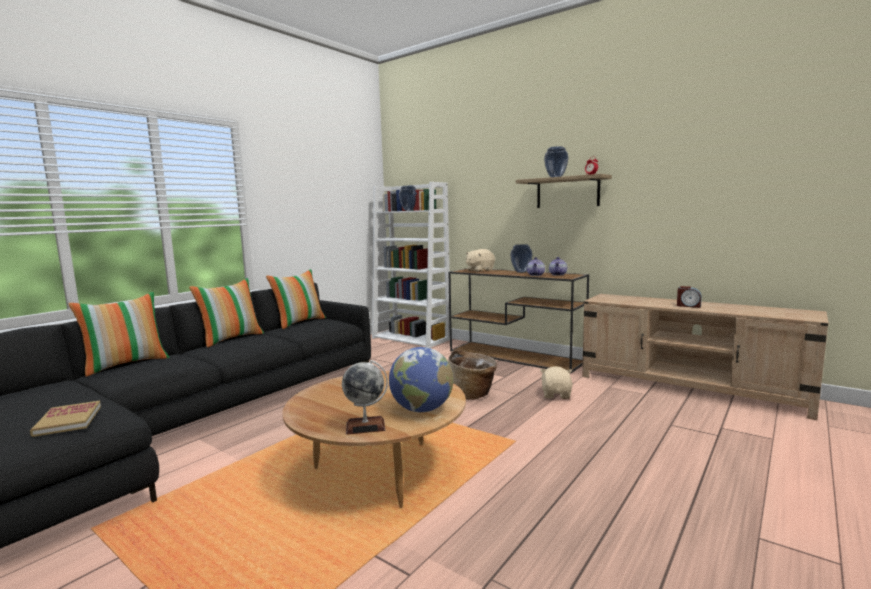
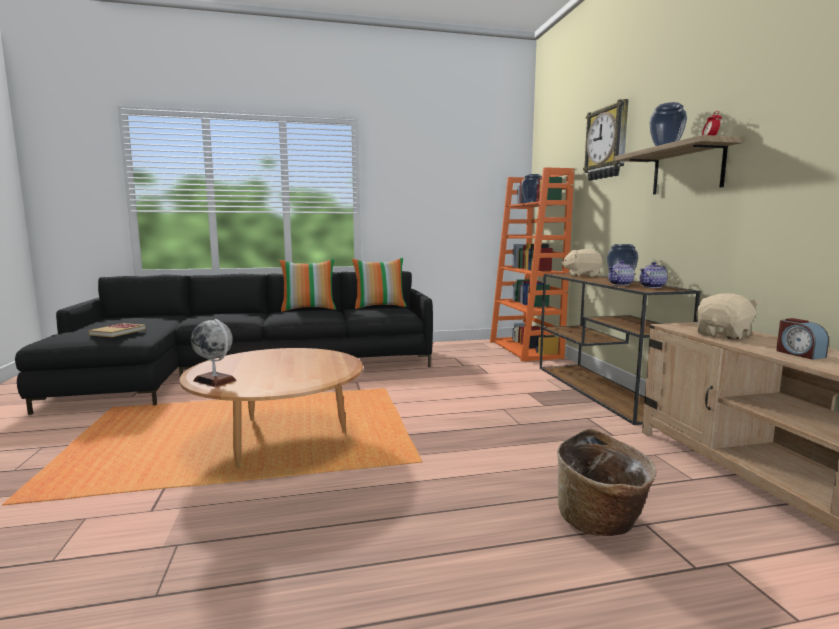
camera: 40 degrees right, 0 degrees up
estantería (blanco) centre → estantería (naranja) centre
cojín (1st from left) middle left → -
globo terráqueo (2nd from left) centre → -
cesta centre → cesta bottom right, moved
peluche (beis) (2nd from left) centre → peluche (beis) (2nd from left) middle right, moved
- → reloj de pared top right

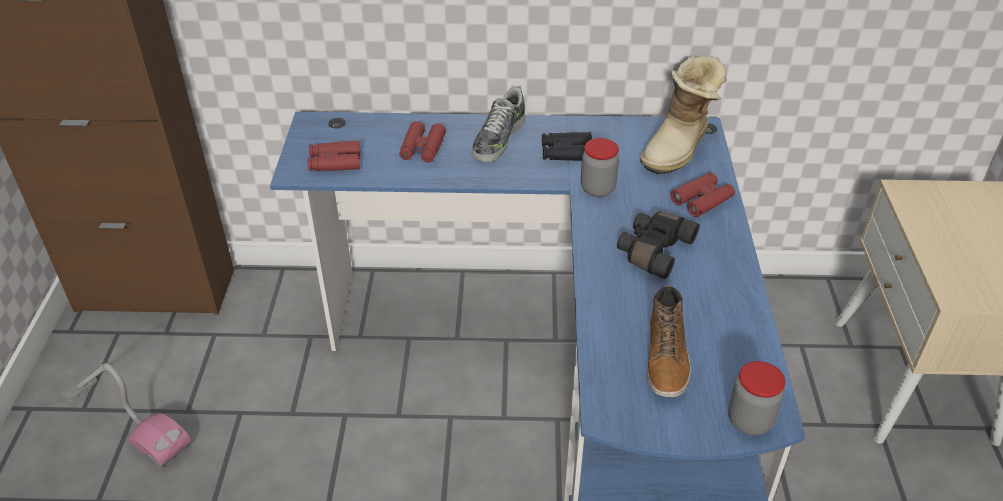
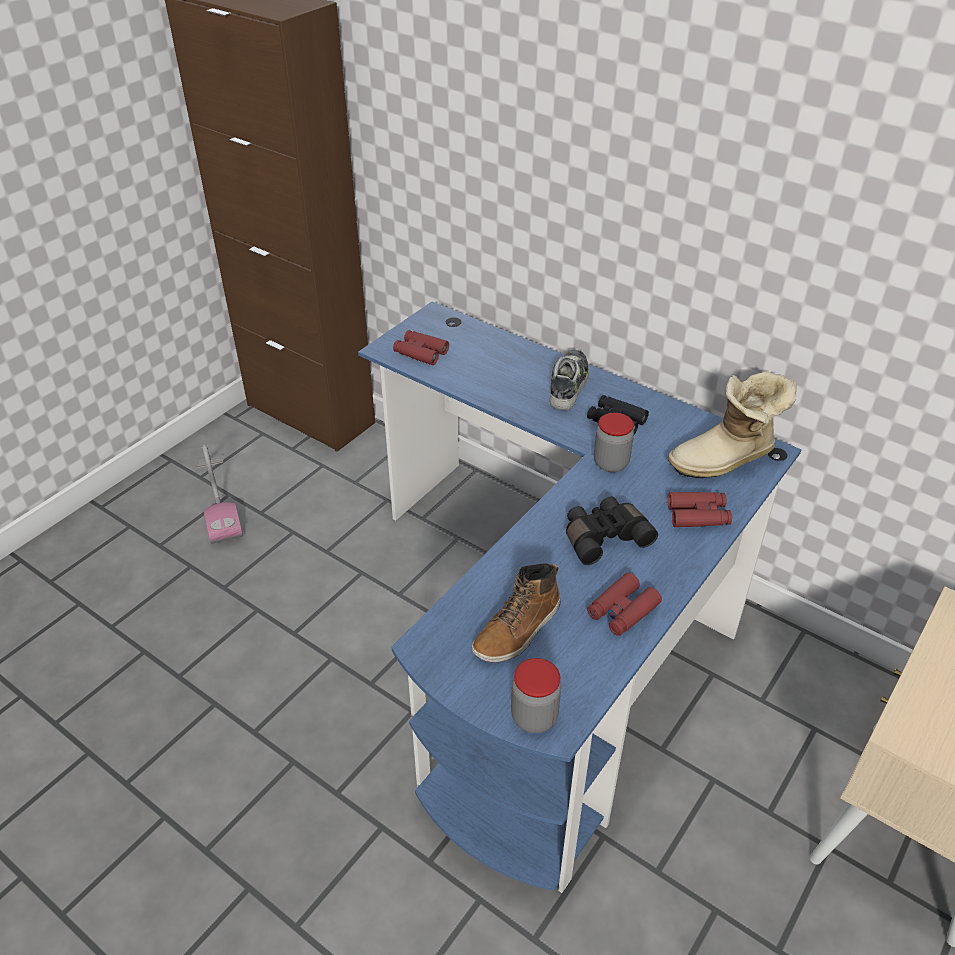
camera: 35 degrees right, 0 degrees up
zapato top centre → zapato centre, 135 degrees clockwise
prismáticos (rojo) (2nd from left) top centre → prismáticos (rojo) (2nd from left) centre, moved

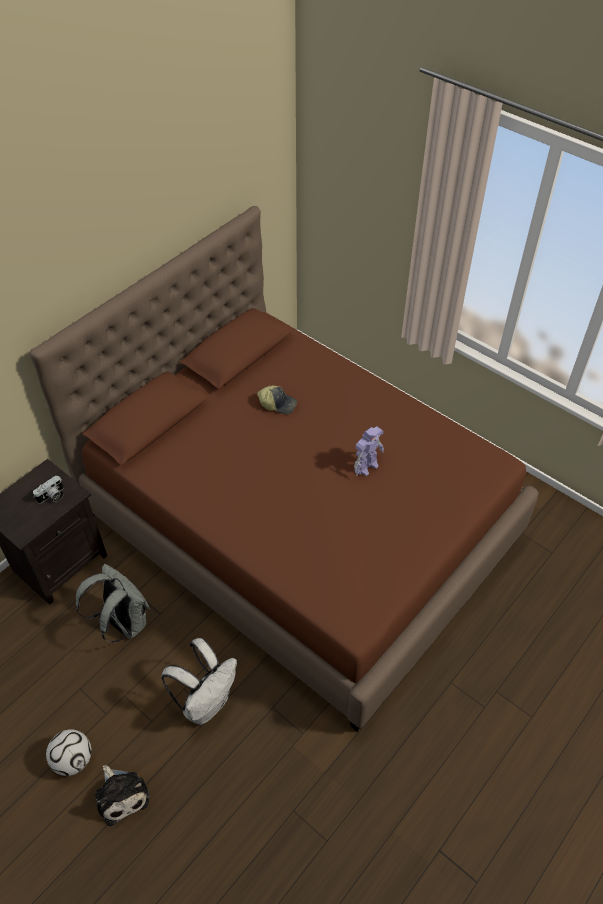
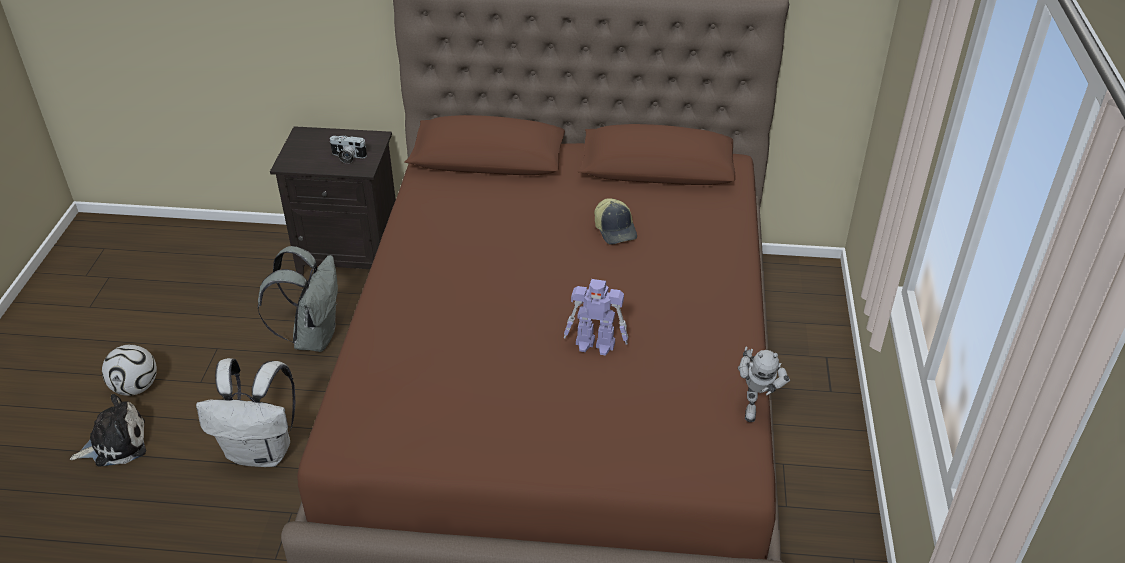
camera: 55 degrees right, 10 degrees down
peluche bottom left, 135 degrees counterclockwise
- → robot de juguete (2nd from left) bottom right

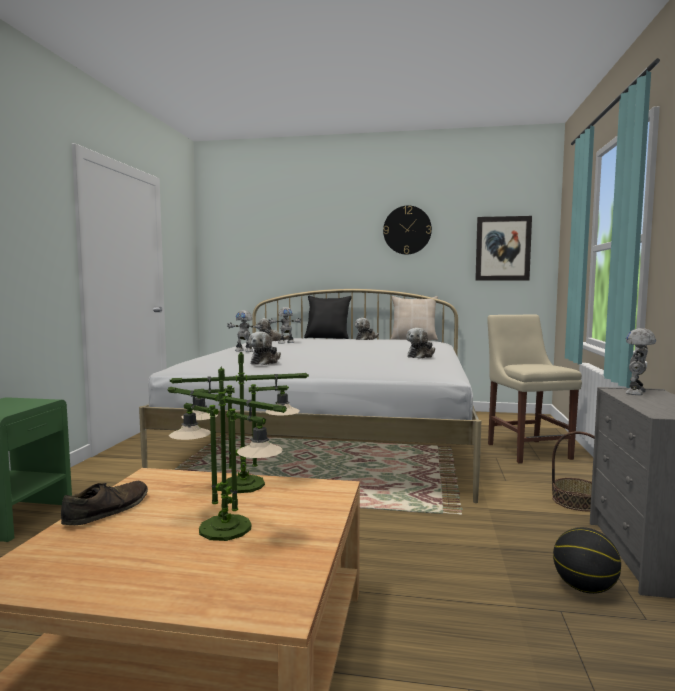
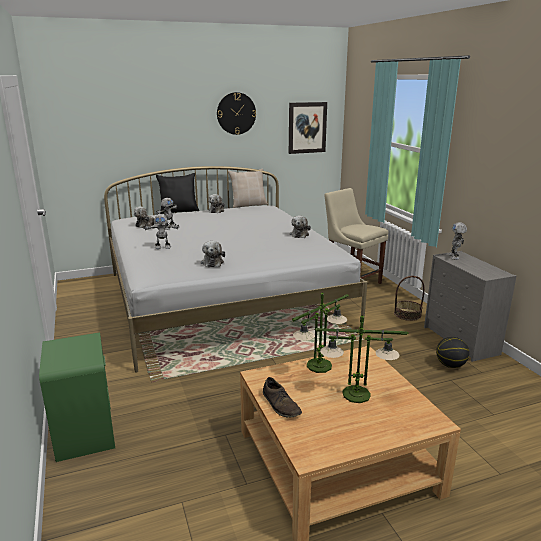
camera: 30 degrees left, 15 degrees up
zapato (marrón) bottom left → zapato (marrón) bottom centre, 150 degrees clockwise

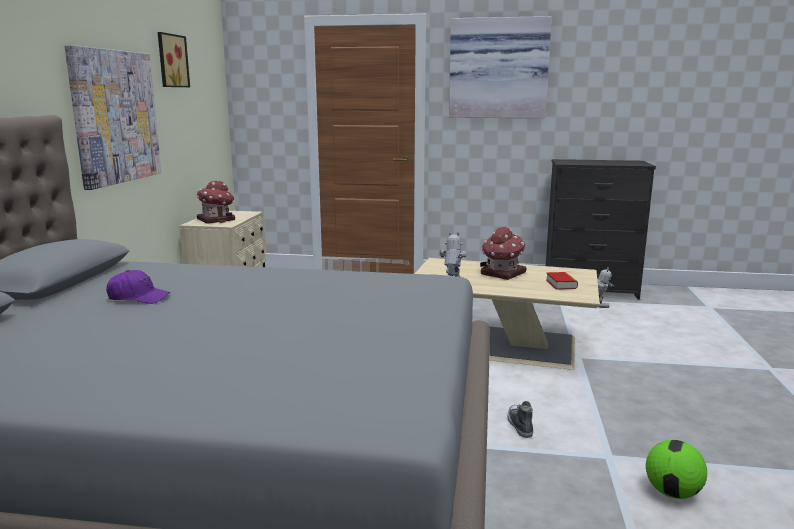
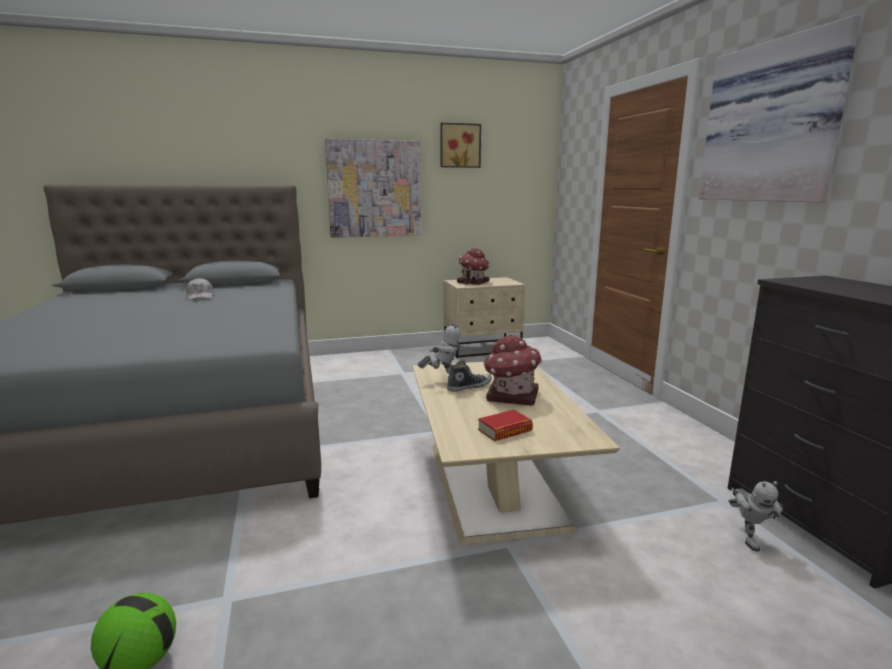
camera: 65 degrees right, 0 degrees up
gorra (morado) middle left → gorra (blanco) middle left
zapato bottom centre → zapato centre, moved

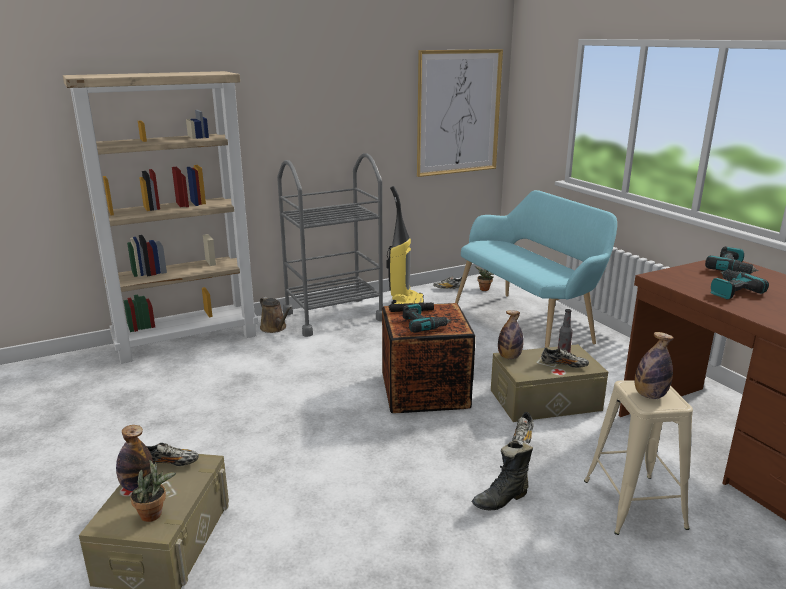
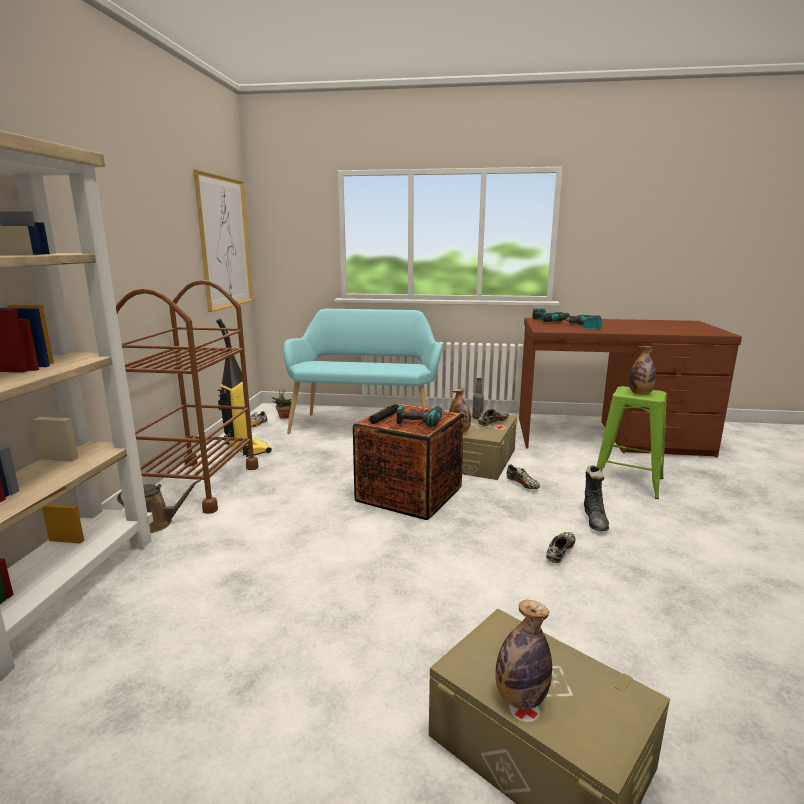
camera: 55 degrees left, 5 degrees down
carrito (gris) centre → carrito (marrón) middle left
taburete (beis) bottom right → taburete (verde) middle right
zapato (1st from left in the first image) bottom left → zapato (4th from left) bottom right, moved
planta en maceta (1st from left) bottom left → -

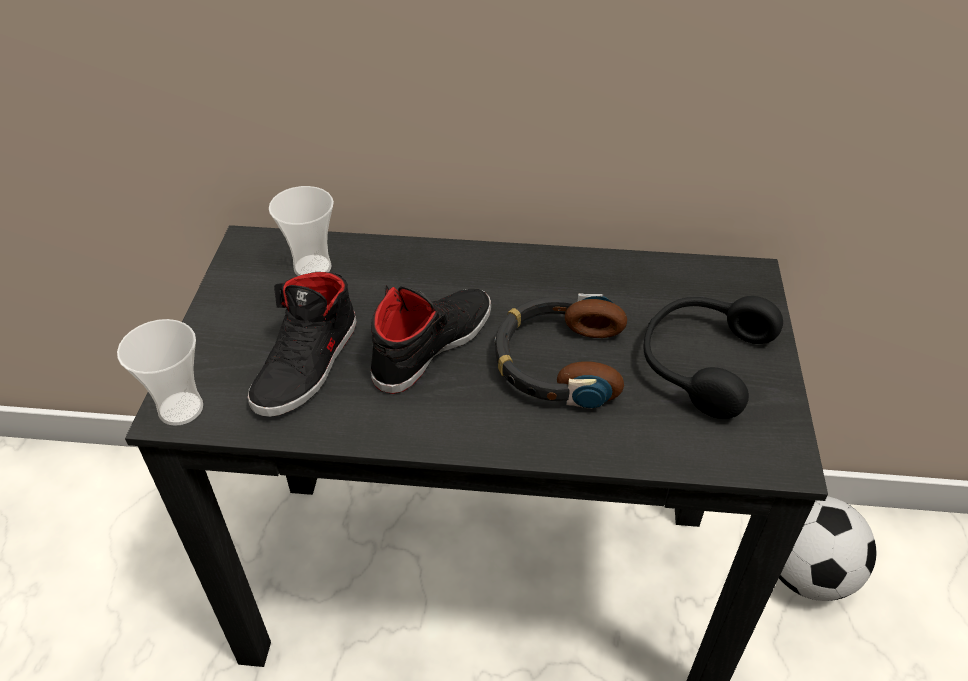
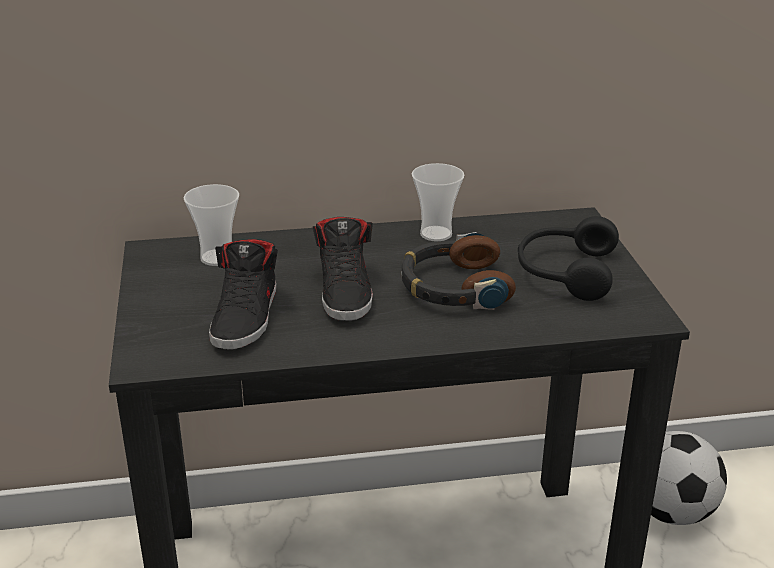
camera: 15 degrees left, 15 degrees down
zapato (negro) (2nd from left) centre, 150 degrees clockwise
taza (1st from left in the first image) middle left → taza (2nd from left) centre, moved

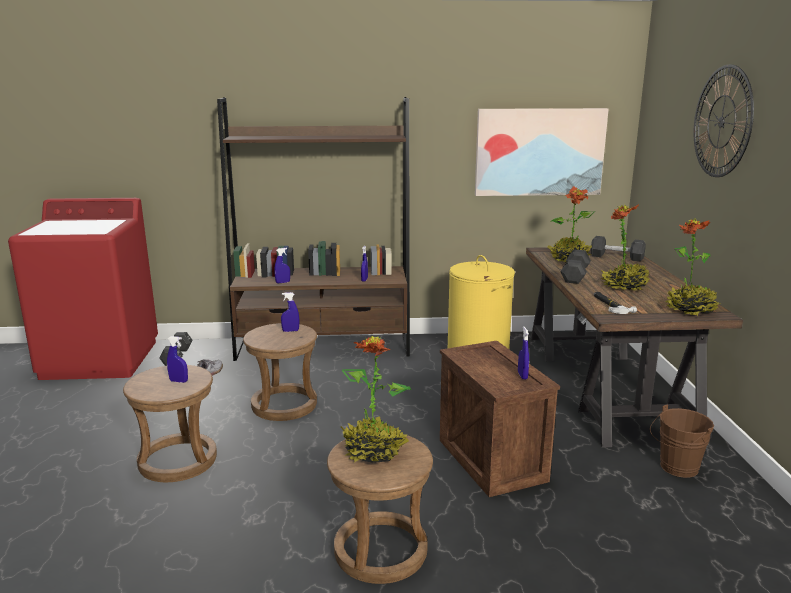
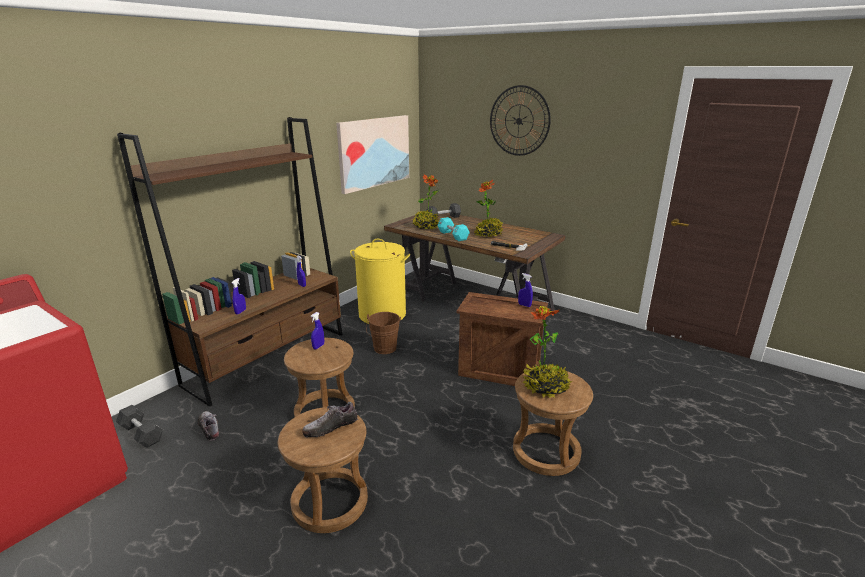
camera: 50 degrees left, 5 degrees up
planta en maceta (4th from left) middle right → -
mancuerna (negro) (2nd from left) middle right → mancuerna (turquesa) centre
pulverizador (azul) (1st from left) middle left → zapato (2nd from left) bottom centre
cubo (marrón) bottom right → cubo (marrón) centre, moved

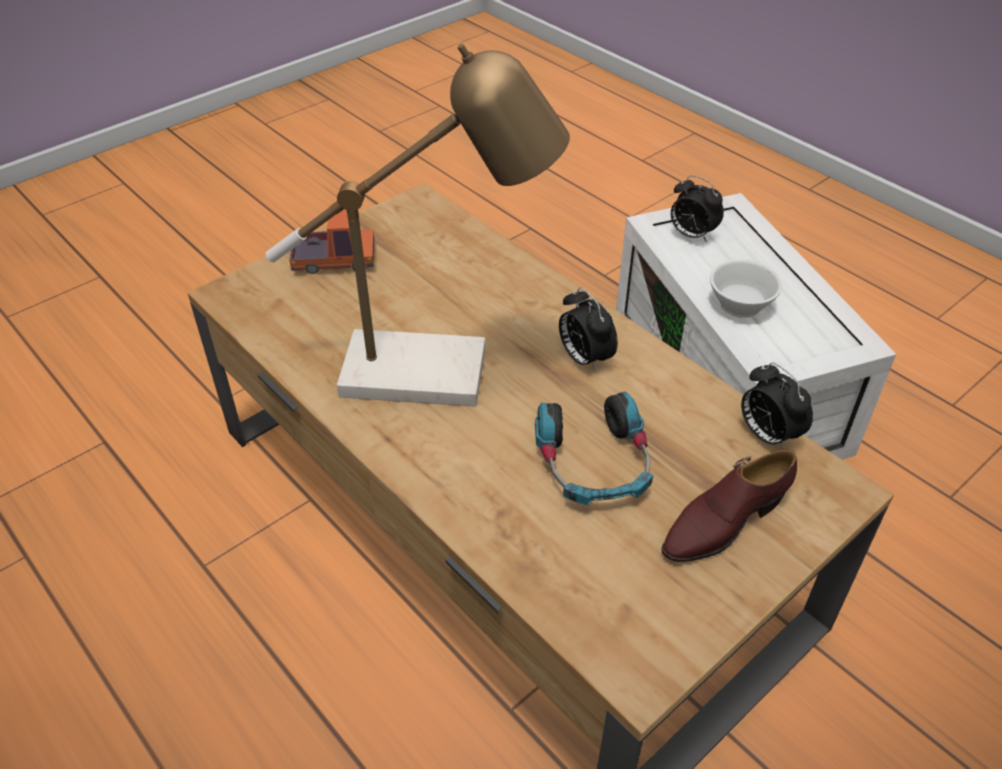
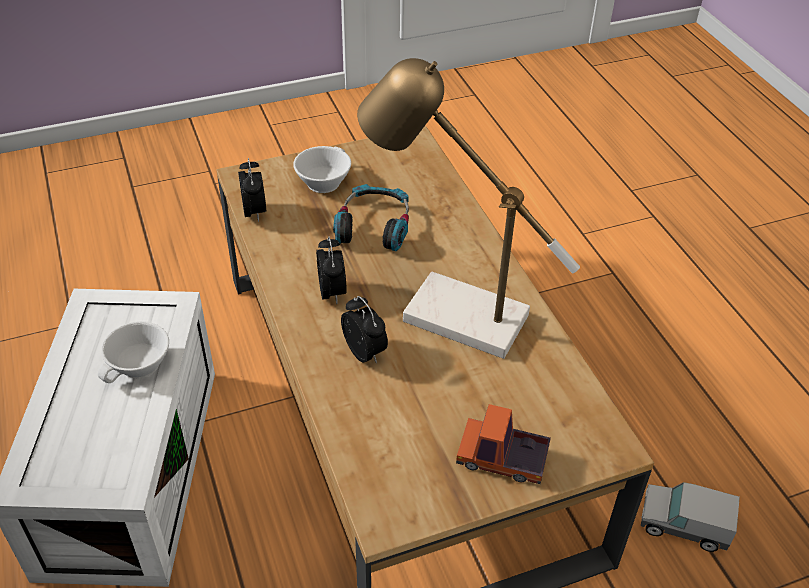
camera: 160 degrees left, 0 degrees up
despertador (2nd from left in the first image) top right → despertador (3rd from left) centre, moved
zapato (marrón) middle right → taza (blanco) (2nd from left) top centre
- → camión de juguete (2nd from left) bottom right

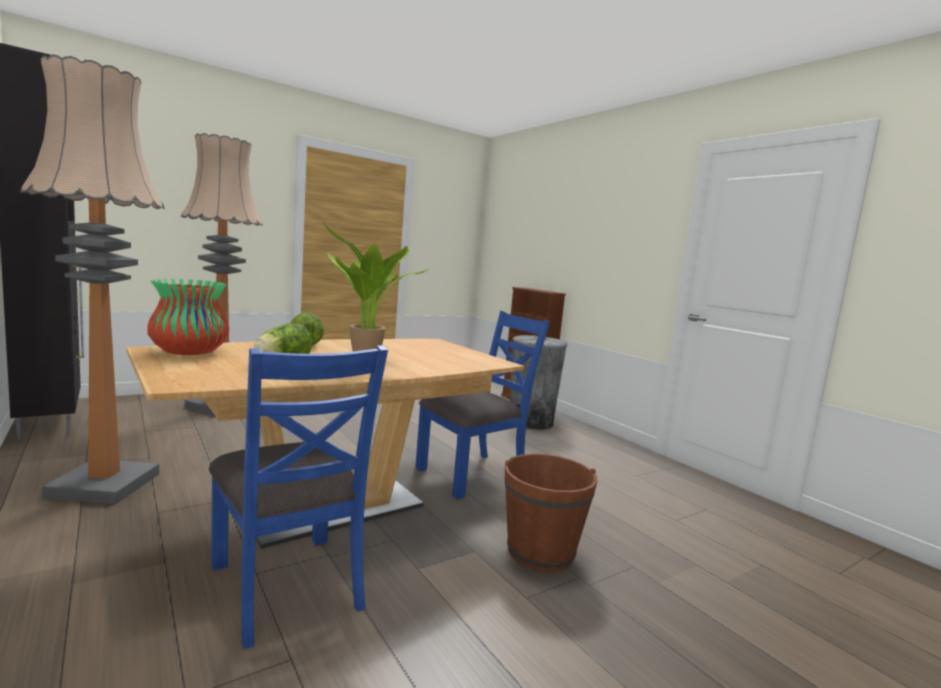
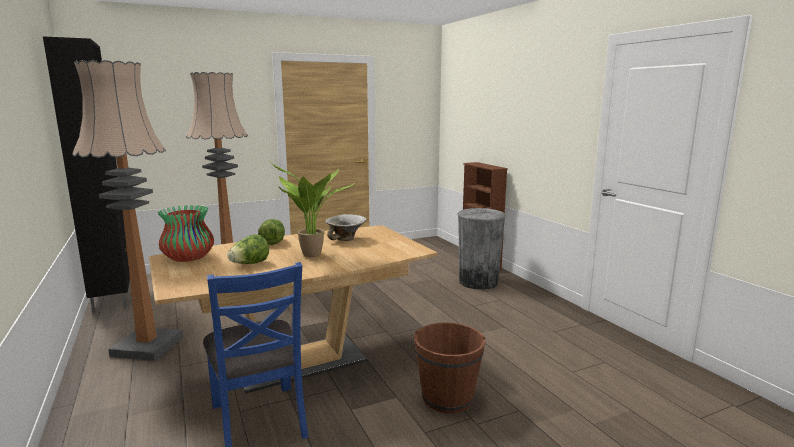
camera: 10 degrees right, 5 degrees up
silla (azul) (2nd from left) centre → -
- → cuenco centre

